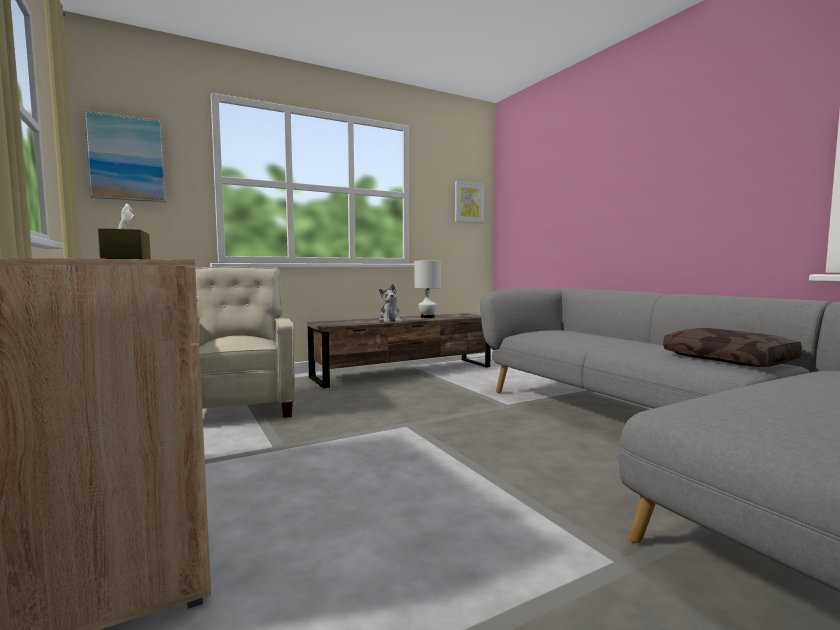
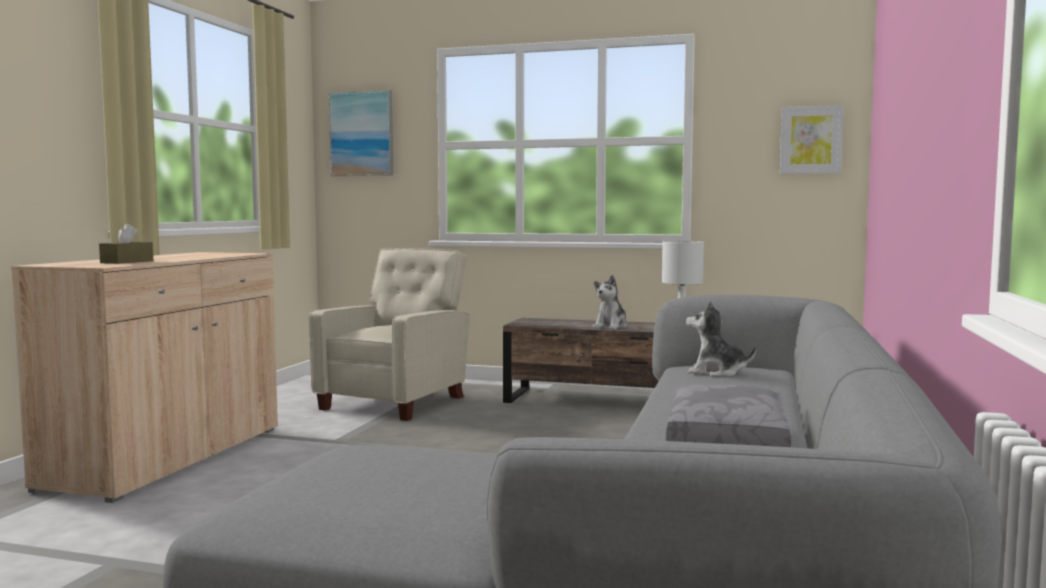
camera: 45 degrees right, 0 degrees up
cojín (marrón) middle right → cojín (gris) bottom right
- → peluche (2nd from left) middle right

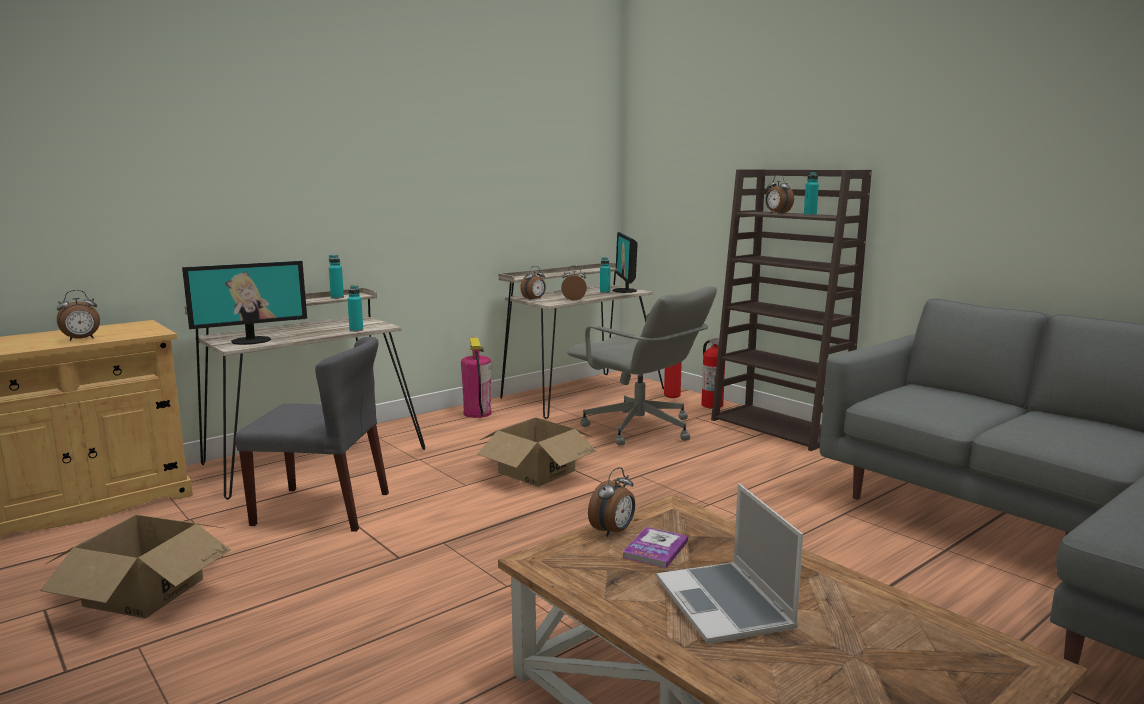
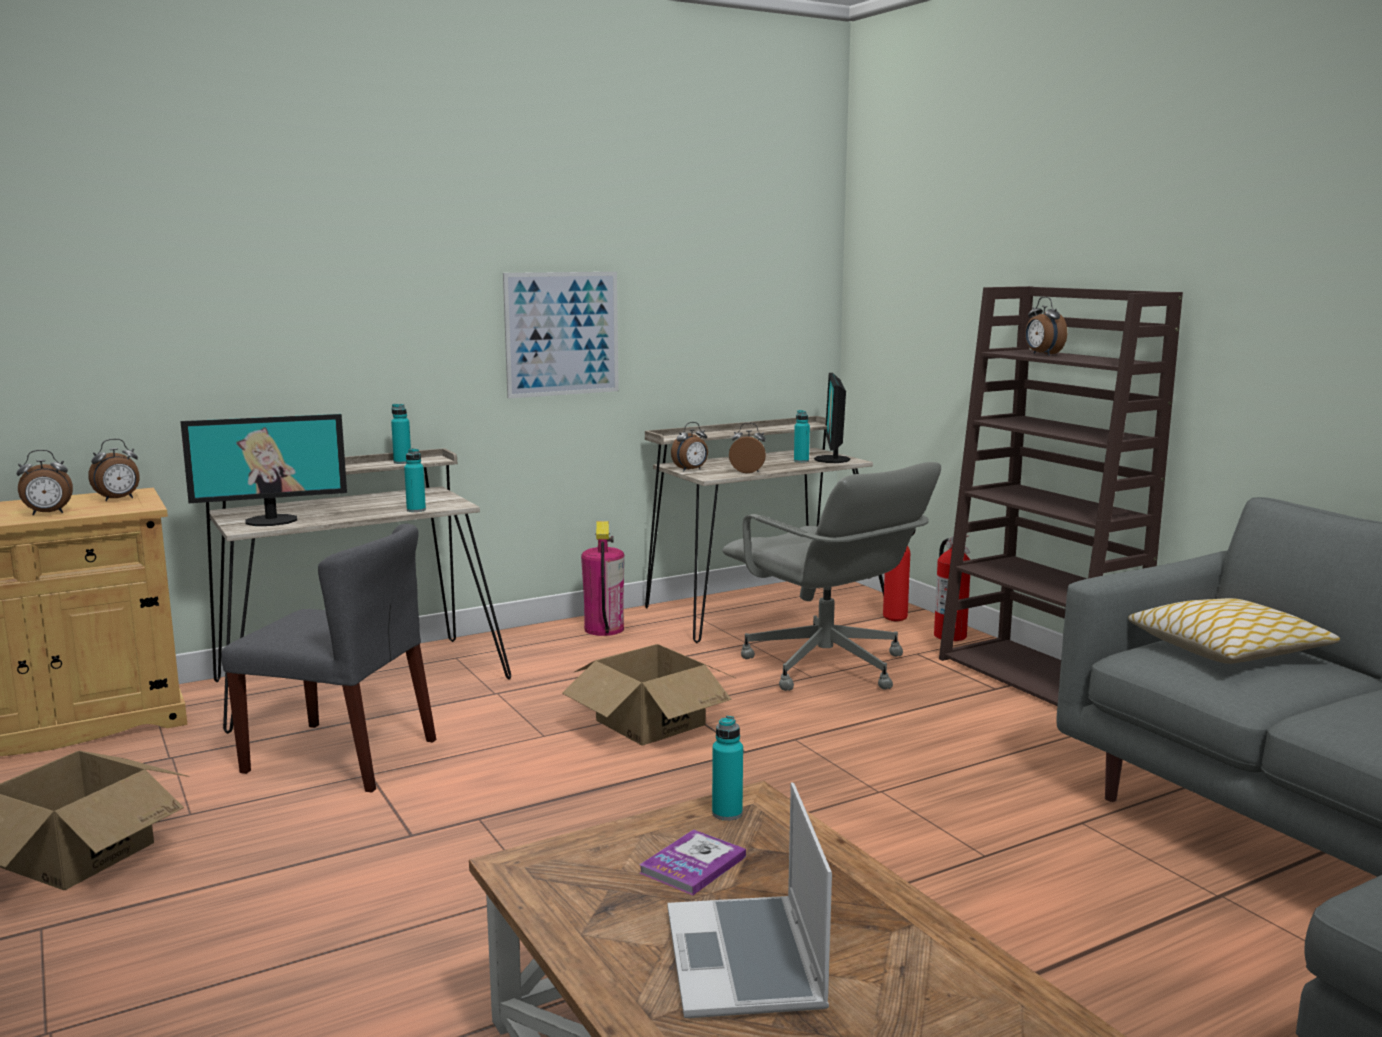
camera: 10 degrees right, 0 degrees up
botella (turquesa) (4th from left in the first image) top right → botella (turquesa) (3rd from left) bottom centre, moved
despertador (4th from left in the first image) bottom centre → despertador (2nd from left) middle left, moved
- → cuadro top centre
- → cojín middle right

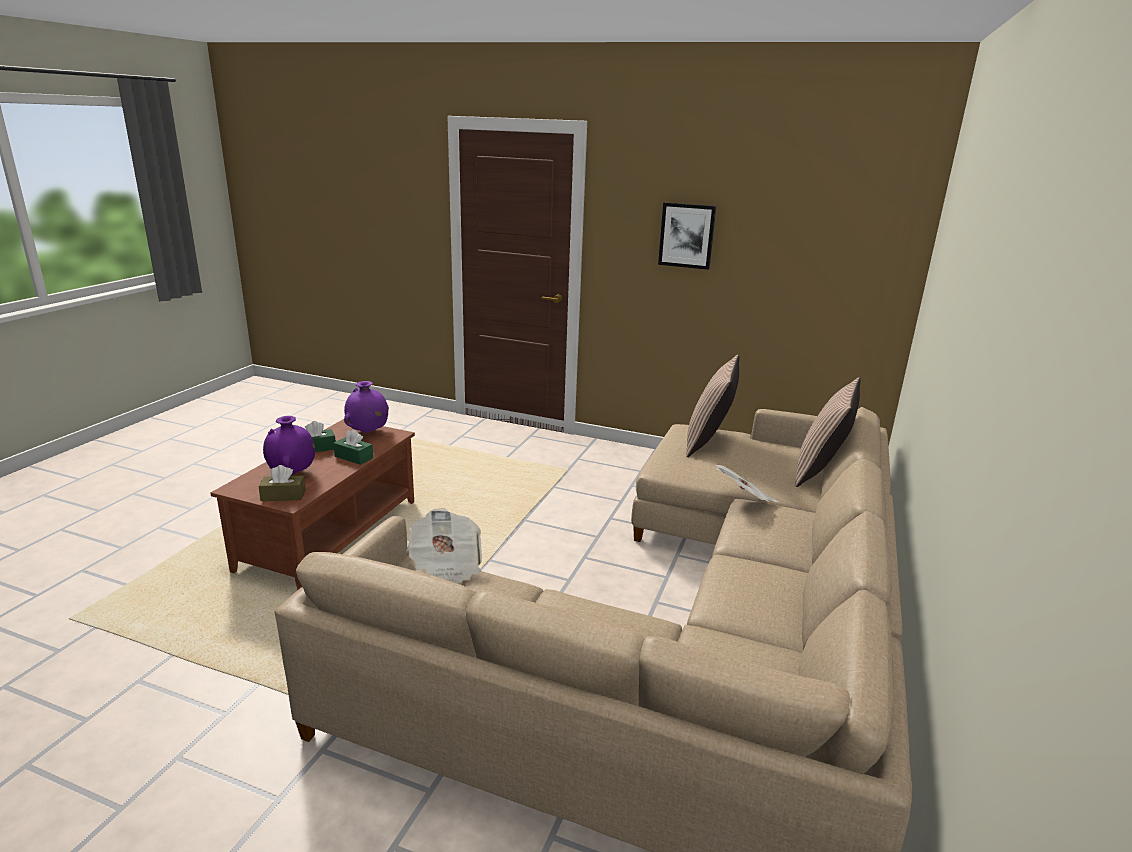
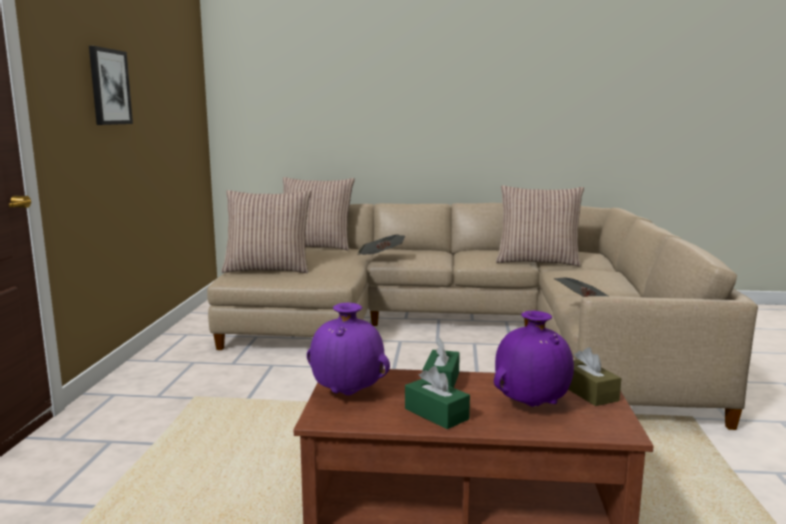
camera: 105 degrees left, 10 degrees down
- → cojín (3rd from left) middle right

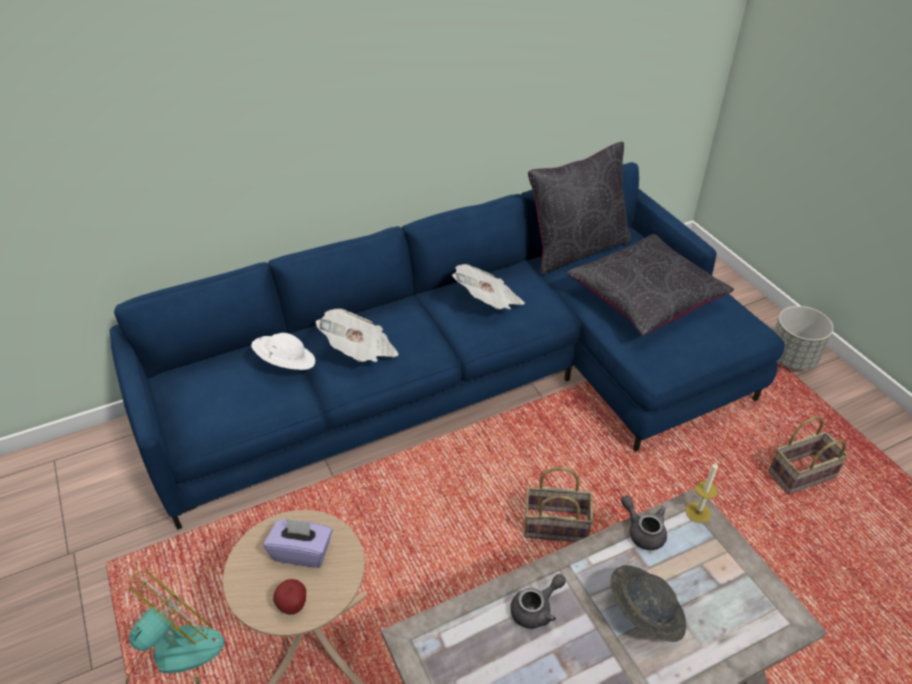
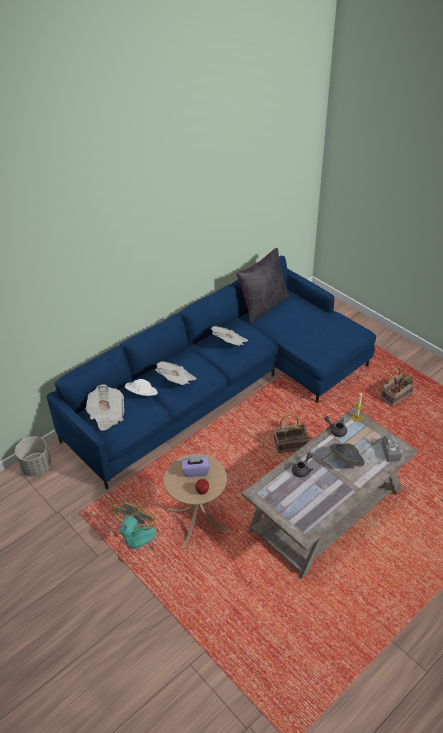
camera: 15 degrees left, 0 degrees up
cojín (negro) (2nd from left) middle right → -
maceta (gris) middle right → maceta (gris) middle left, moved
- → periódico (1st from left) middle left
- → caja de pañuelos (gris) middle right

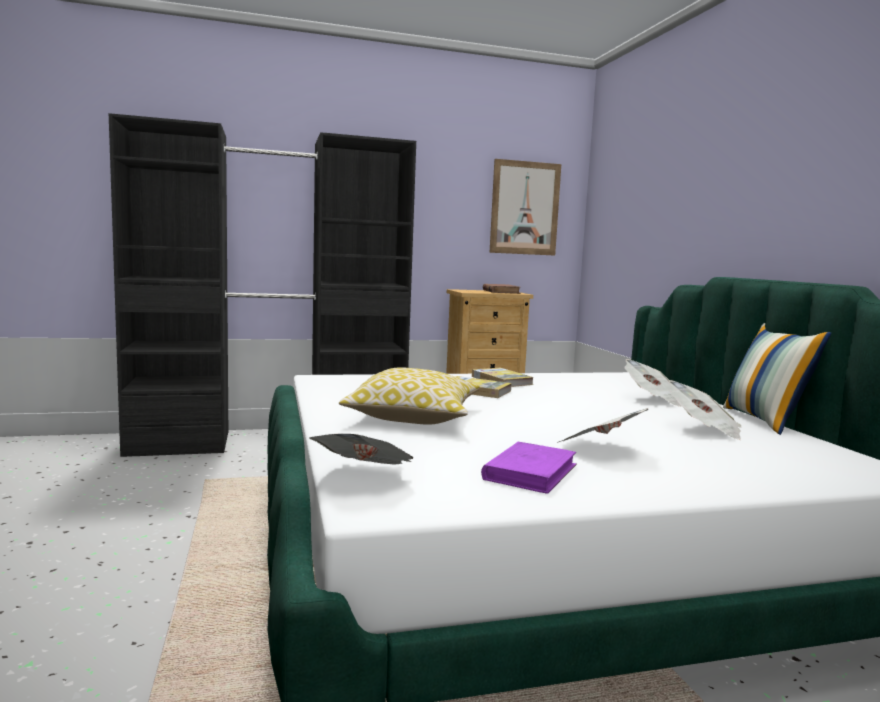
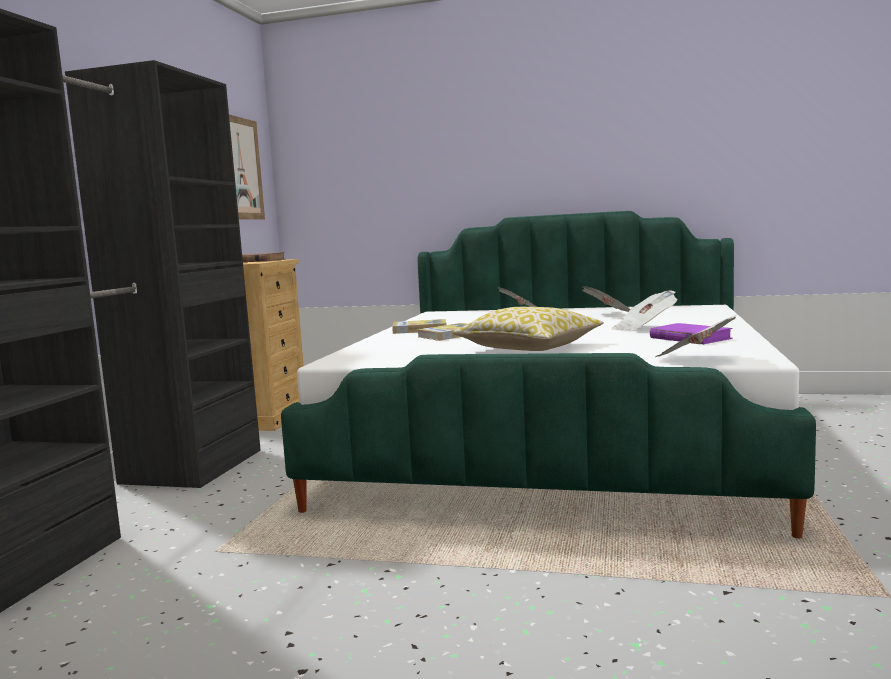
camera: 60 degrees left, 0 degrees up
cojín (2nd from left) middle right → -

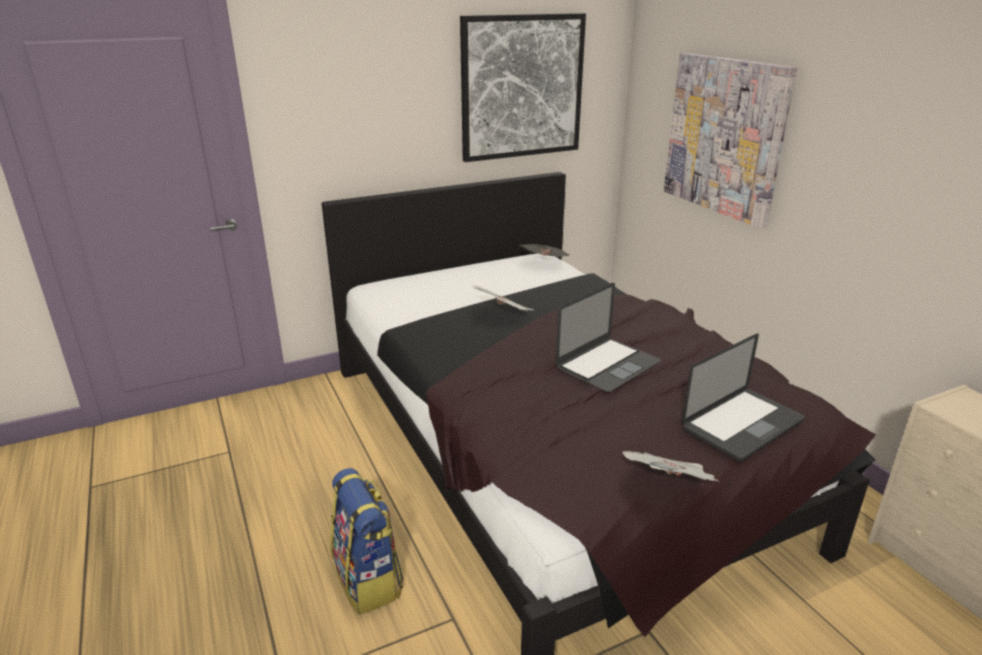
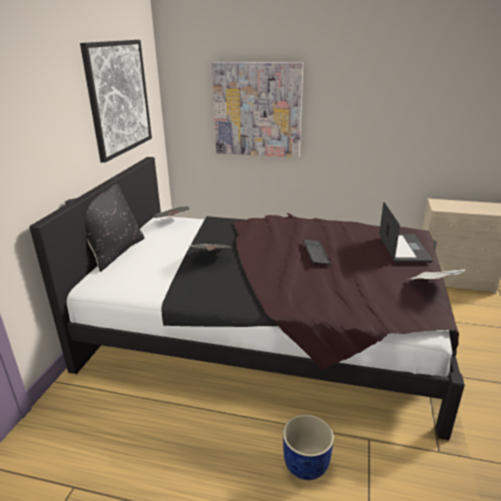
camera: 50 degrees left, 0 degrees up
portátil (1st from left) centre → teclado centre
mochila bottom centre → maceta (azul) bottom centre
- → cojín (negro) middle left

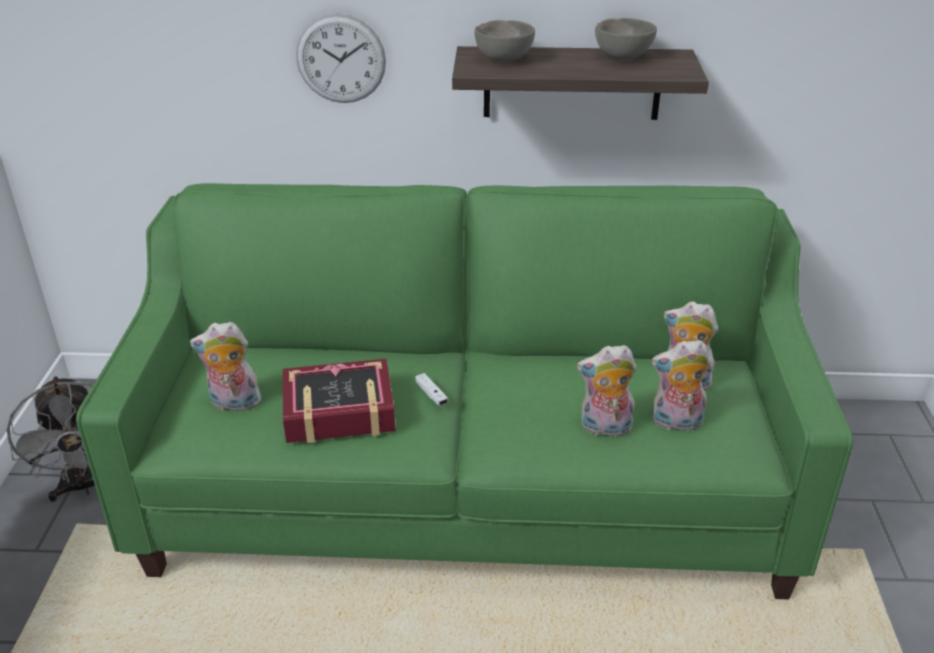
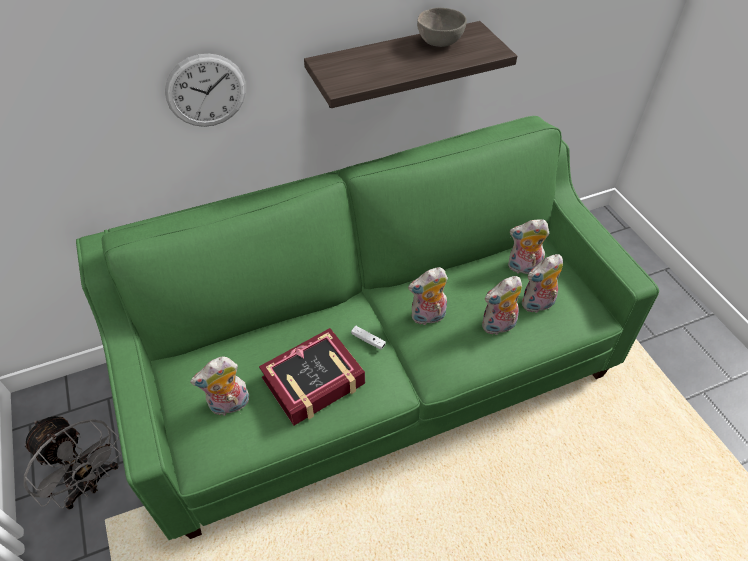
camera: 25 degrees left, 15 degrees up
cuenco (gris) (1st from left) top centre → -
- → peluche (2nd from left) centre

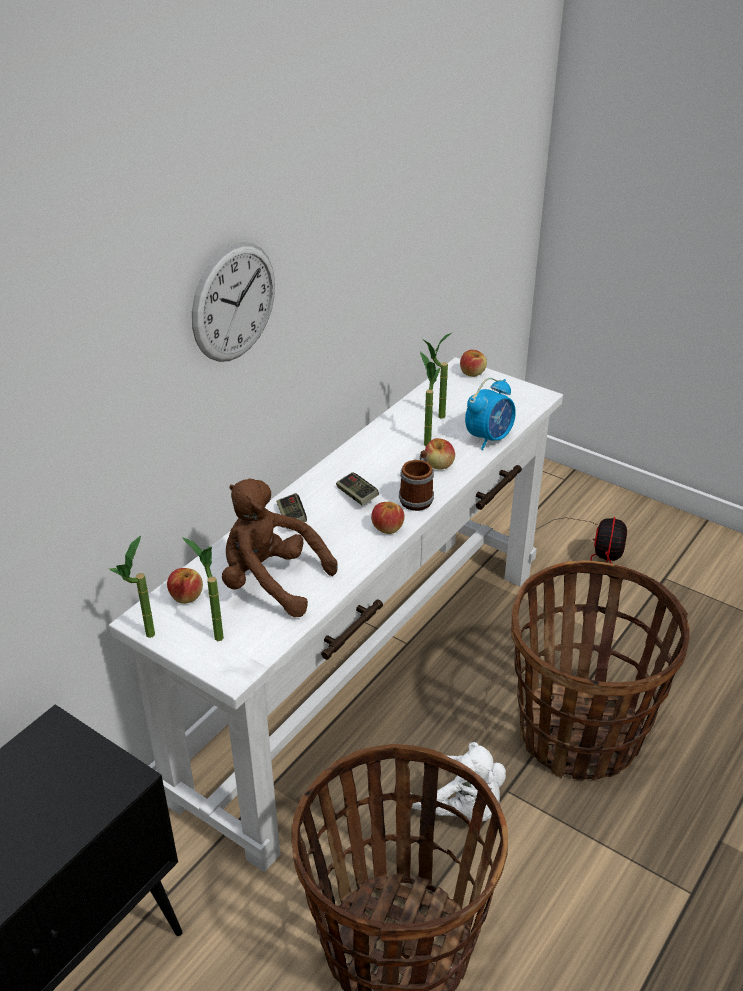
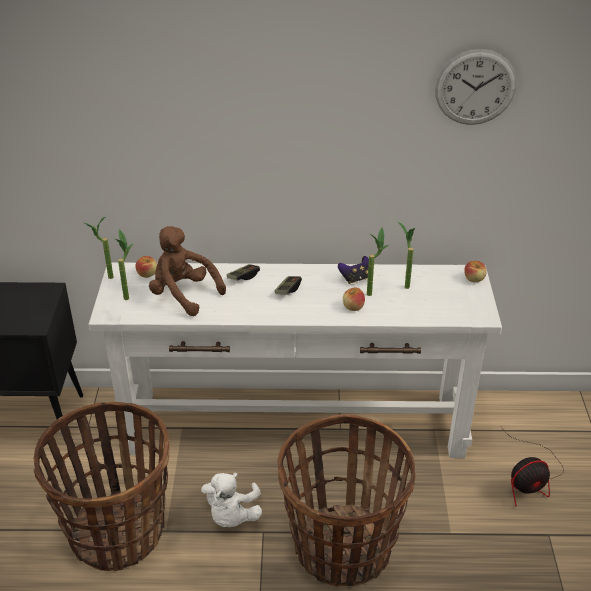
camera: 55 degrees right, 0 degrees up
reloj de pared top left → reloj de pared top right, moved
despertador centre → -
taza grande centre → -
peluche (marrón) centre → peluche (marrón) middle left, 45 degrees counterclockwise
manzana (2nd from left) centre → -
- → mando de consola (3rd from left) centre

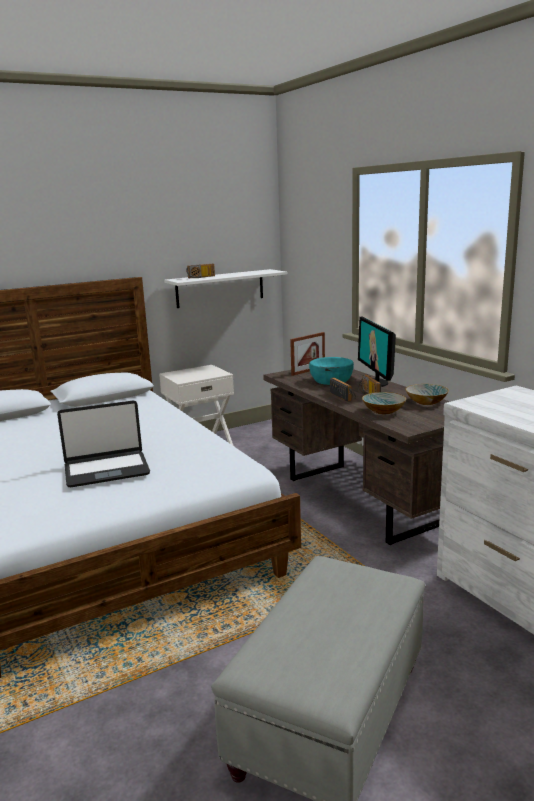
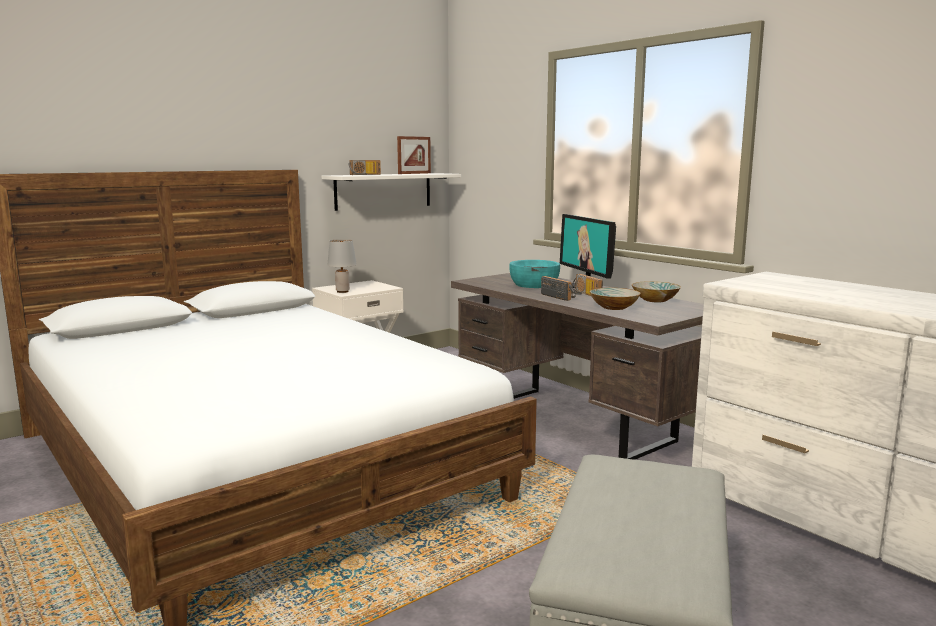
camera: 10 degrees left, 5 degrees down
portarretratos centre → portarretratos top centre, moved
portátil middle left → -
- → lámpara de mesa (gris) centre

